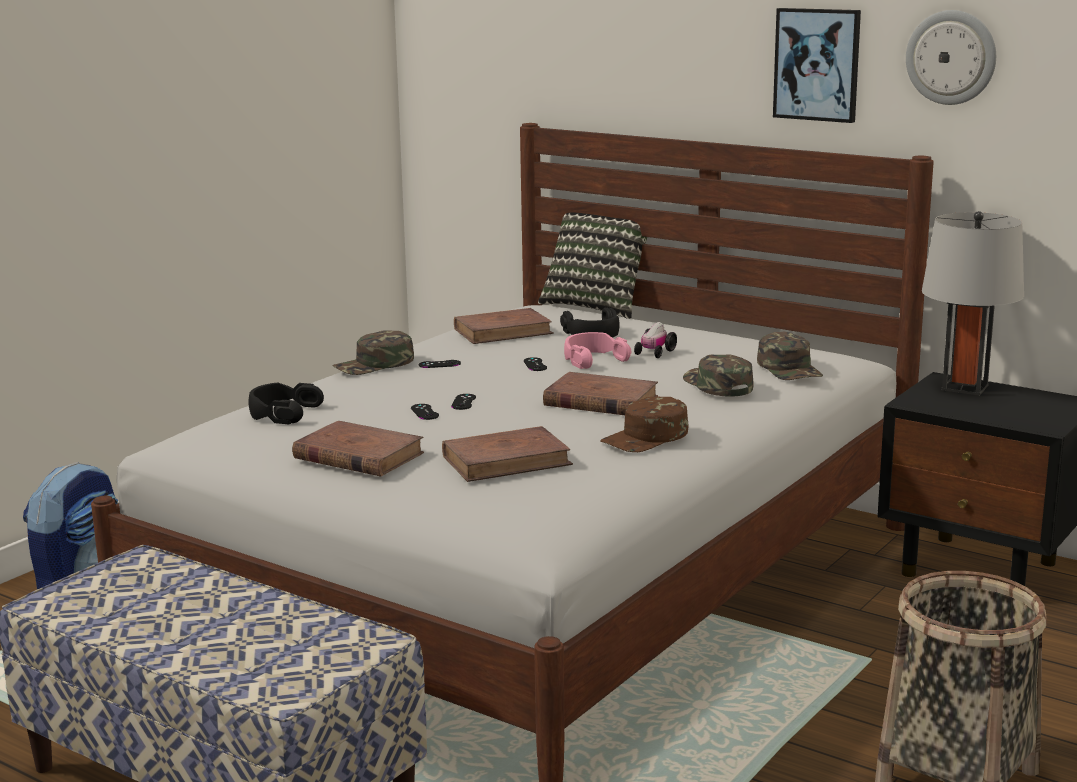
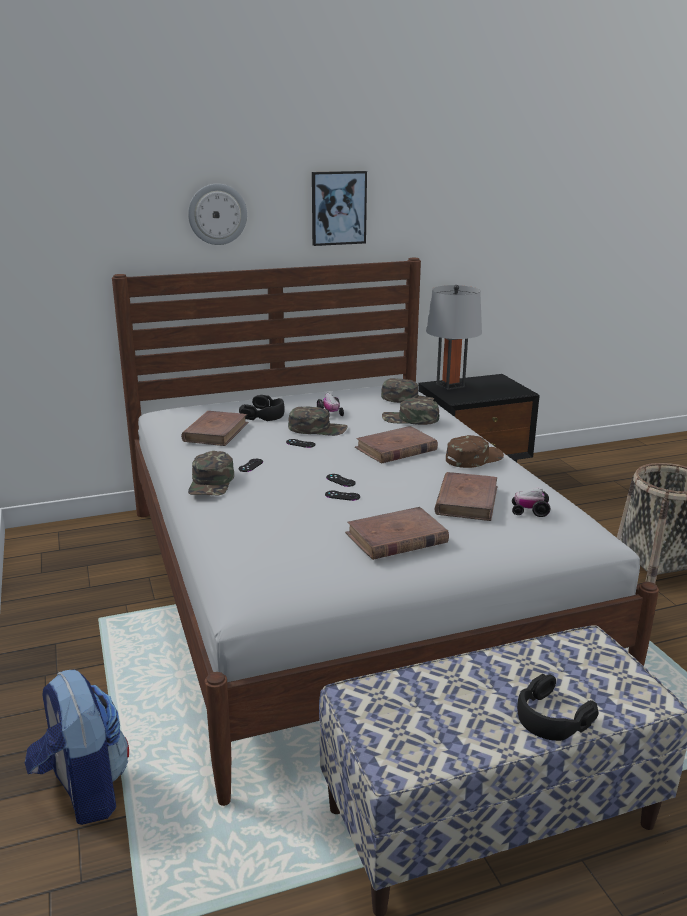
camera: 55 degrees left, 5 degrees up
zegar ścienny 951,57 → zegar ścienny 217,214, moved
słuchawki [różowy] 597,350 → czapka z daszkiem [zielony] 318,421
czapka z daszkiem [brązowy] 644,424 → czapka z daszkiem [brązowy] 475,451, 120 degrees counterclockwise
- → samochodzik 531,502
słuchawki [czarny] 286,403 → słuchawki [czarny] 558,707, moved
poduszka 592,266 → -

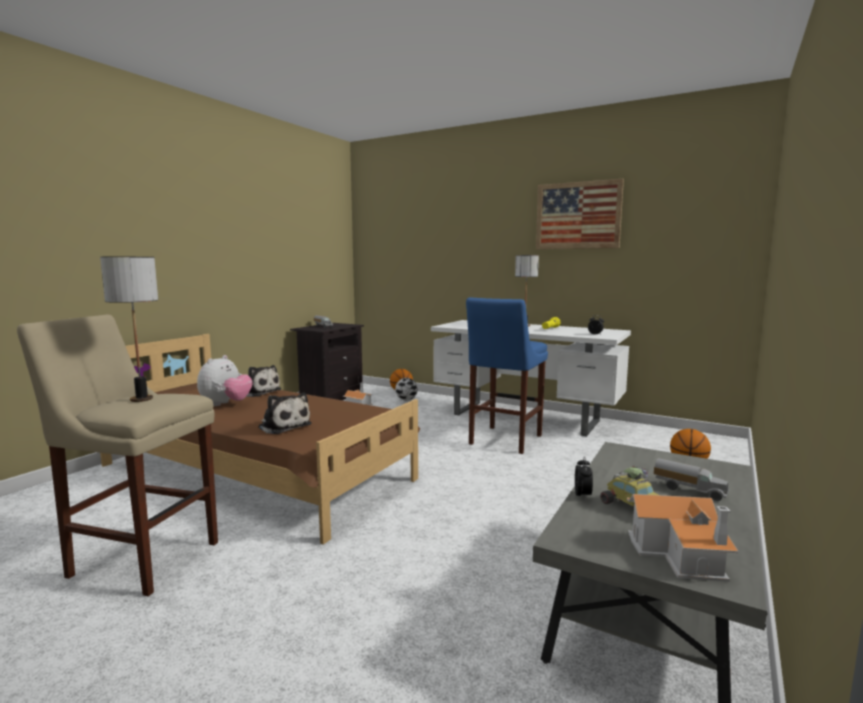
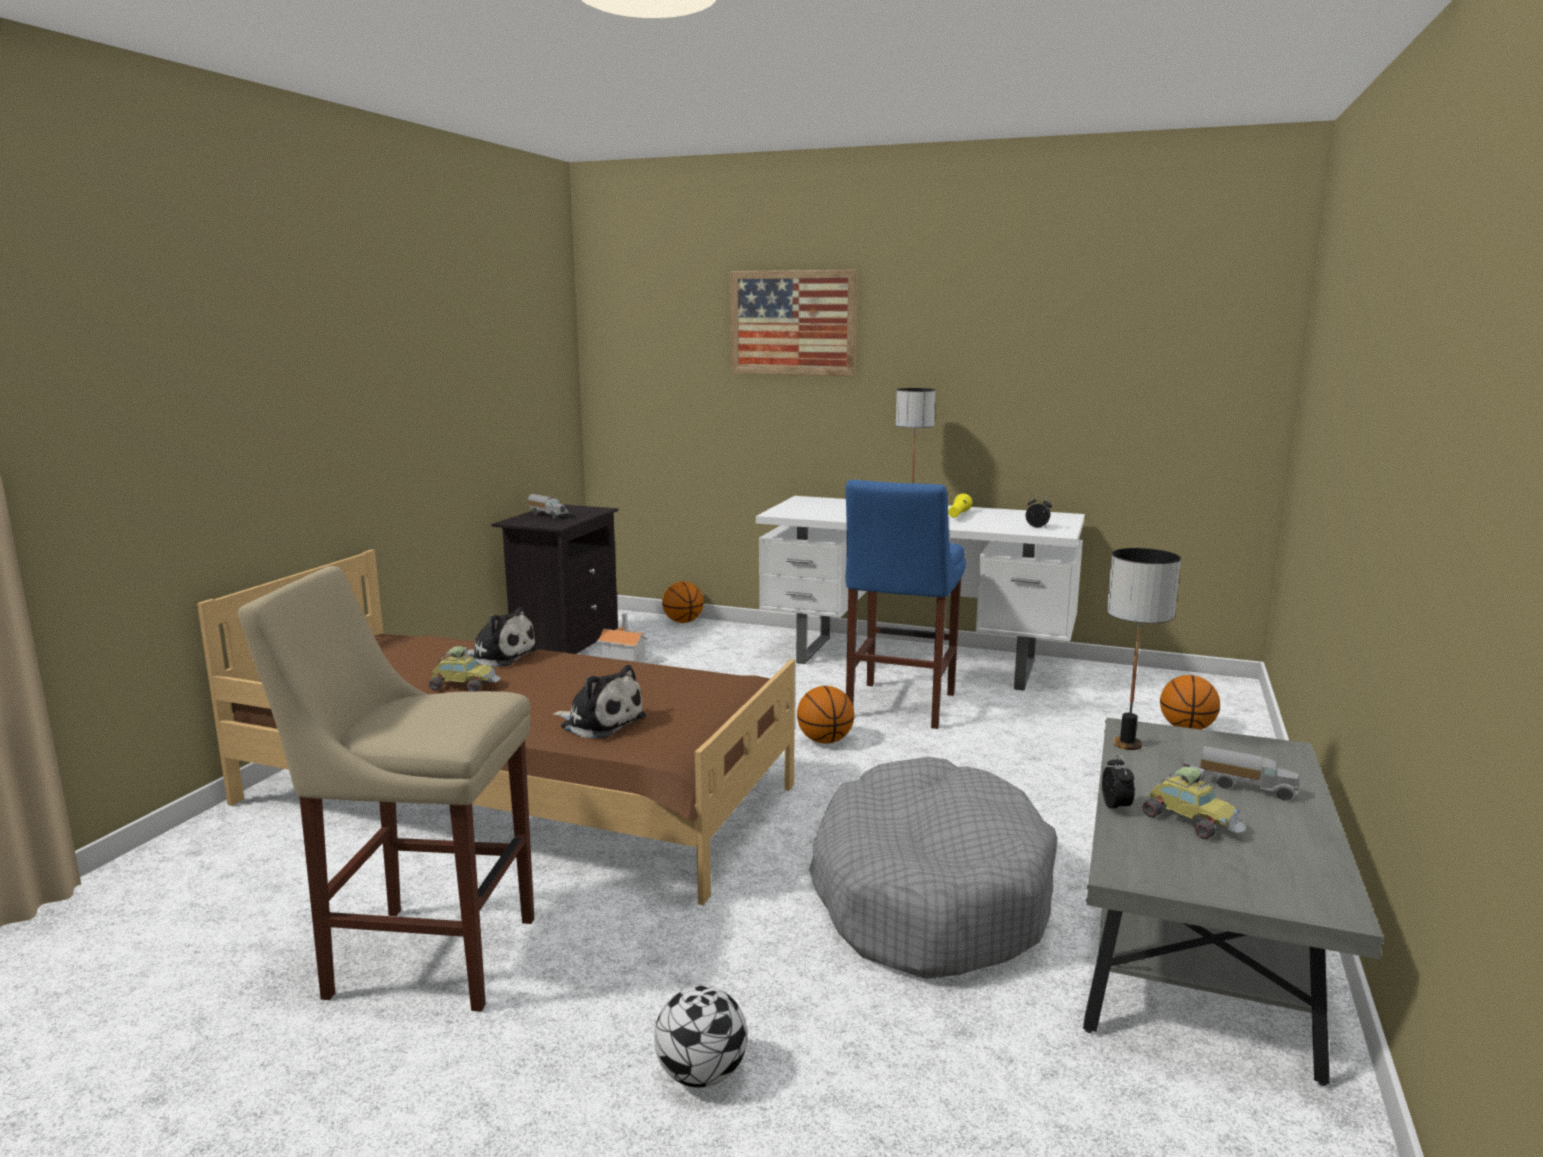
camera: 10 degrees left, 5 degrees up
pluszak 225,380 → samochodzik 464,669
piłka futbolowa 406,389 → piłka futbolowa 700,1036, moved
obraz 580,214 → obraz 793,323, moved
- → piłka do koszykówki 825,715
- → legowisko [szary] 933,868
lampa stołowa 129,329 → lampa stołowa 1144,649, moved
domek 683,538 → -

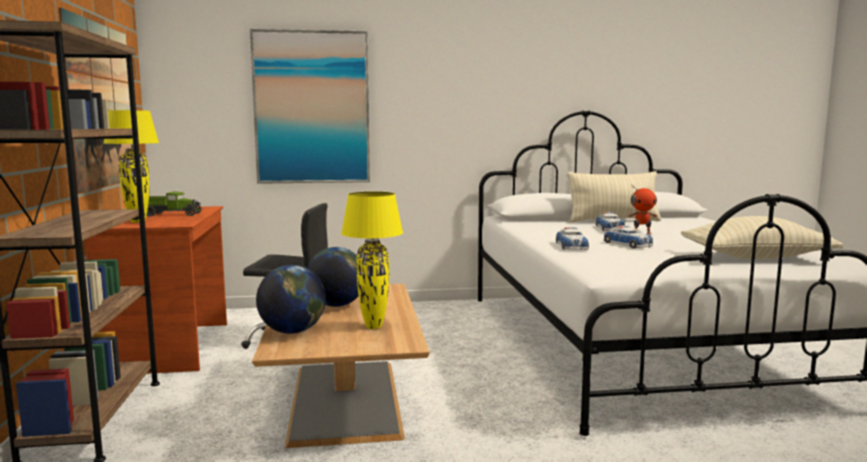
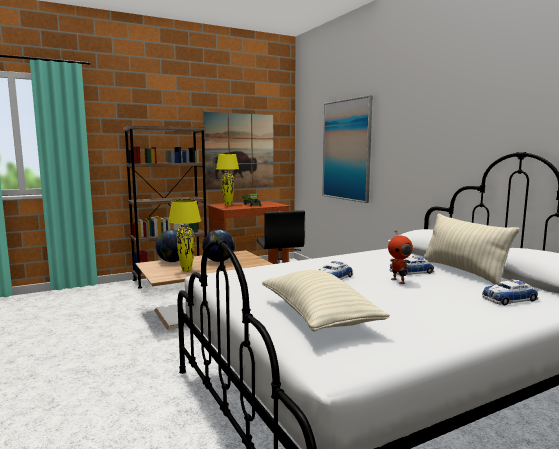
camera: 70 degrees right, 0 degrees up
samochodzik 572,238 → samochodzik 510,292, moved

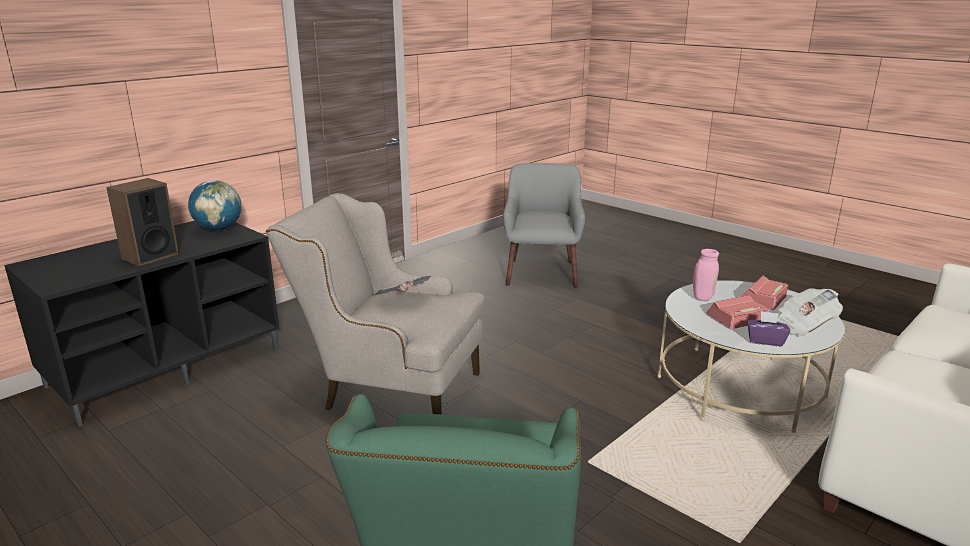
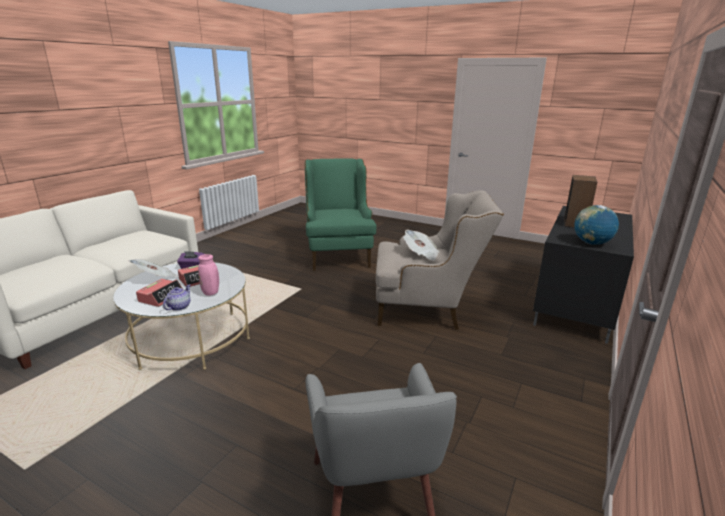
camera: 165 degrees right, 0 degrees up
- → imbryk 176,298

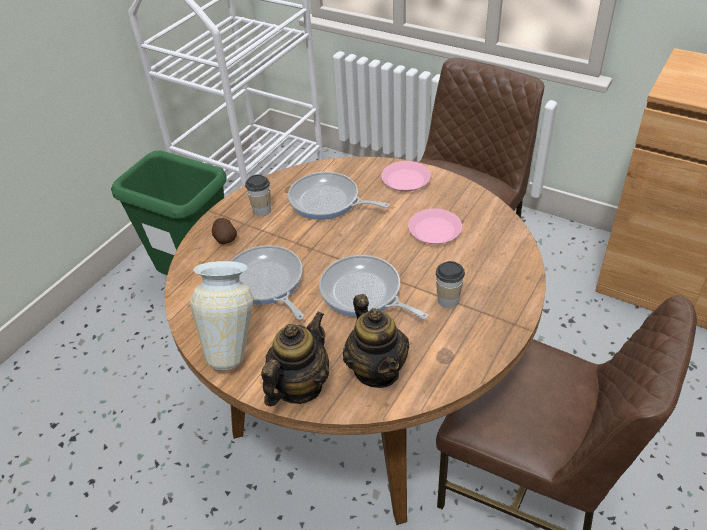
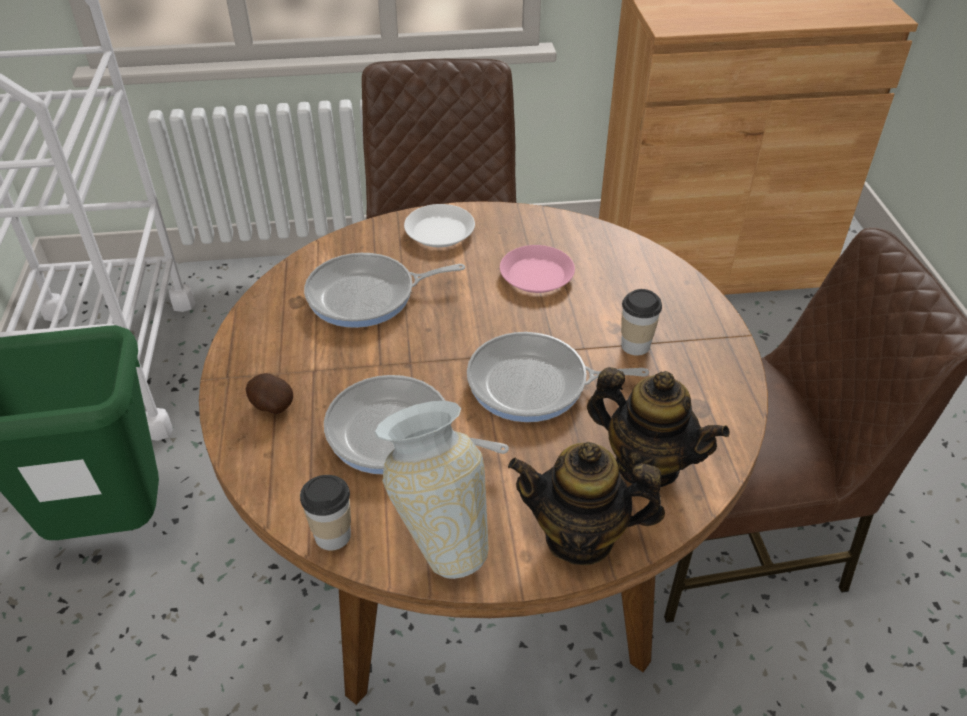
camera: 40 degrees left, 0 degrees up
filiżanka 258,195 → filiżanka 325,512, moved
talerz [różowy] 406,176 → talerz [biały] 439,225
imbryk 295,359 → imbryk 586,503, 75 degrees counterclockwise

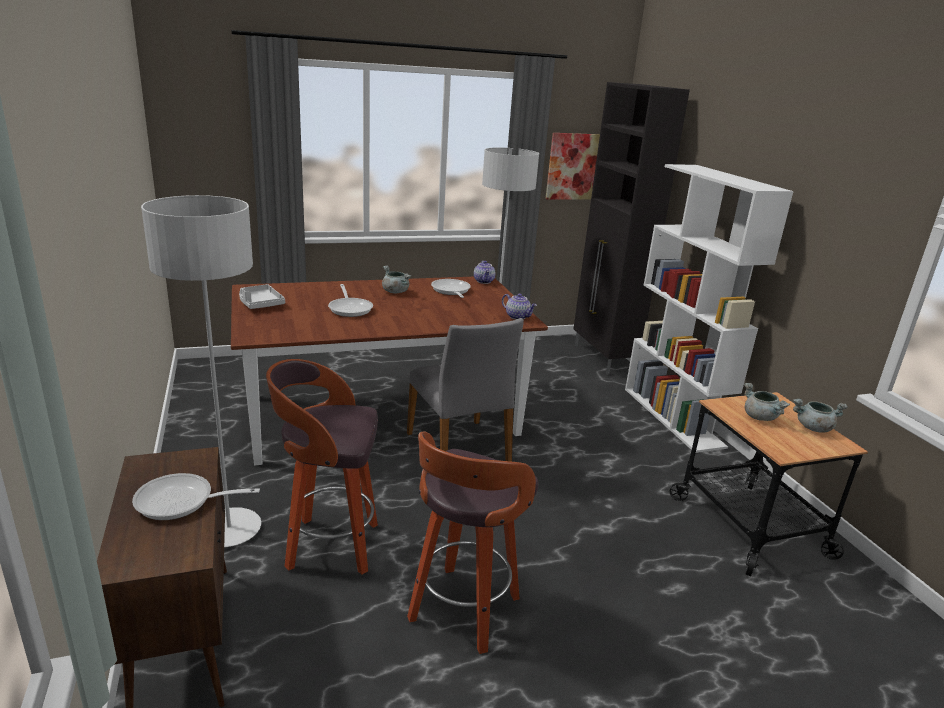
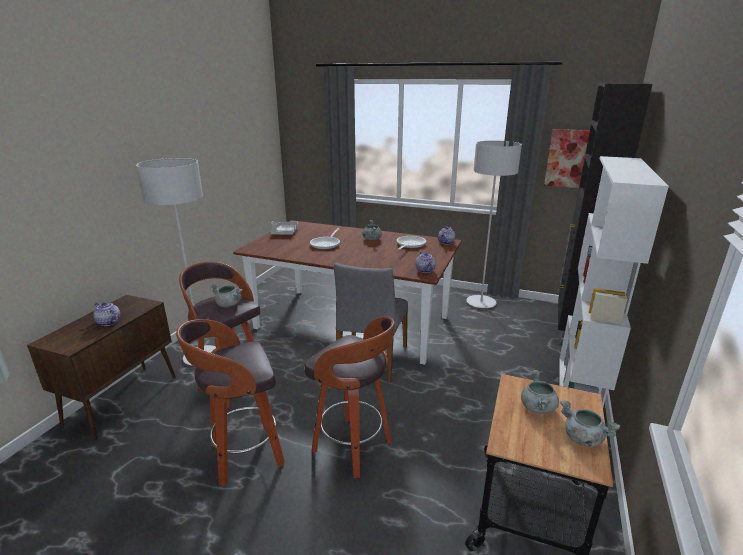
camera: 40 degrees right, 0 degrees up
patelnia 196,496 → imbryk 107,314
- → garnek [szary] 226,295
- → stołek 349,397

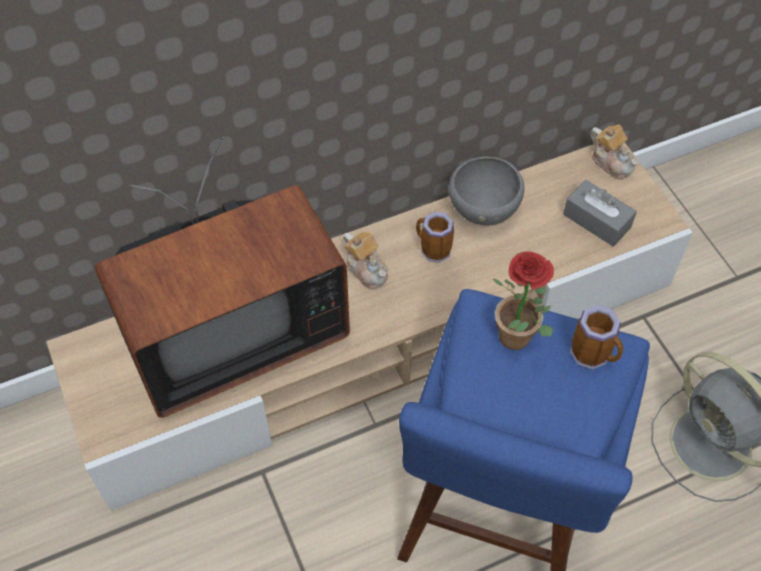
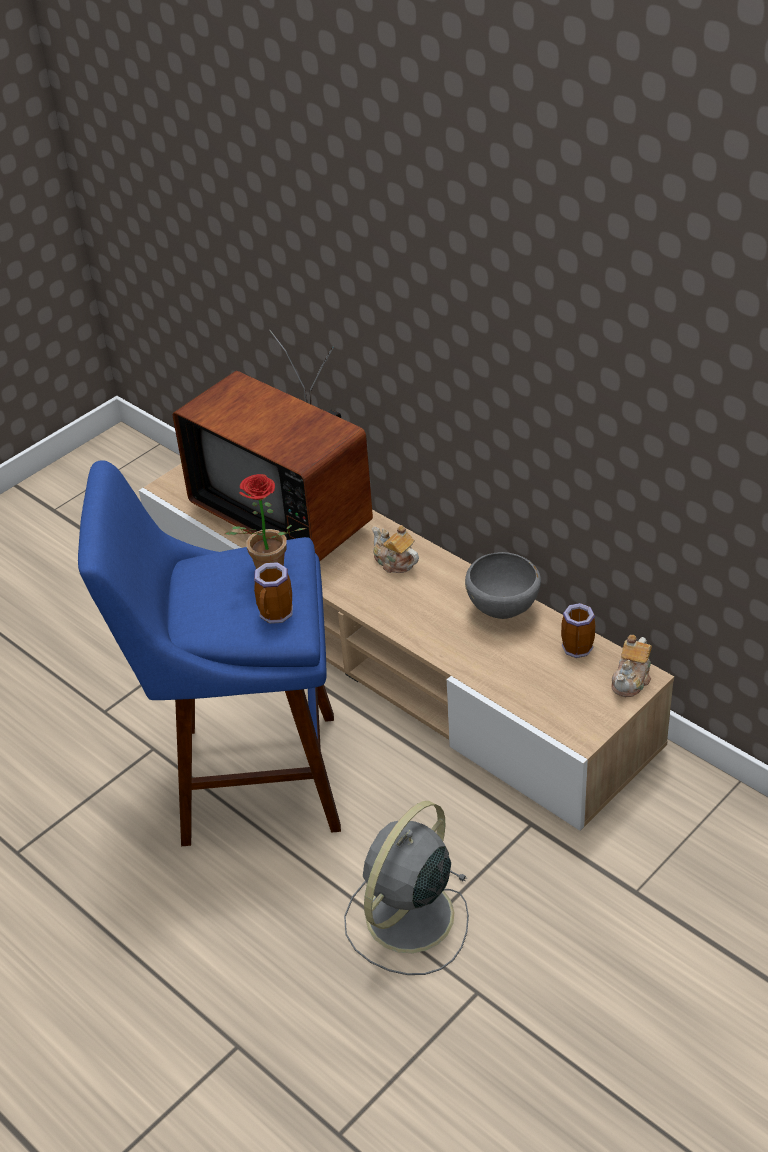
camera: 70 degrees right, 15 degrees down
imbryk 365,260 → imbryk 395,549, 105 degrees clockwise
kubek 435,237 → kubek 578,630, moved
pudełko chusteczek [szary] 600,213 → -

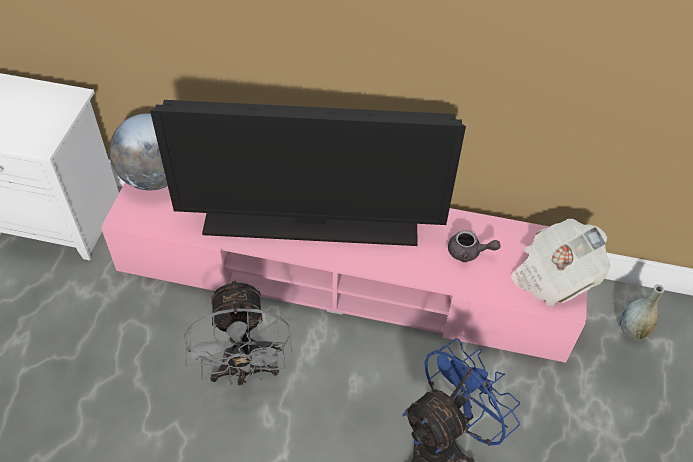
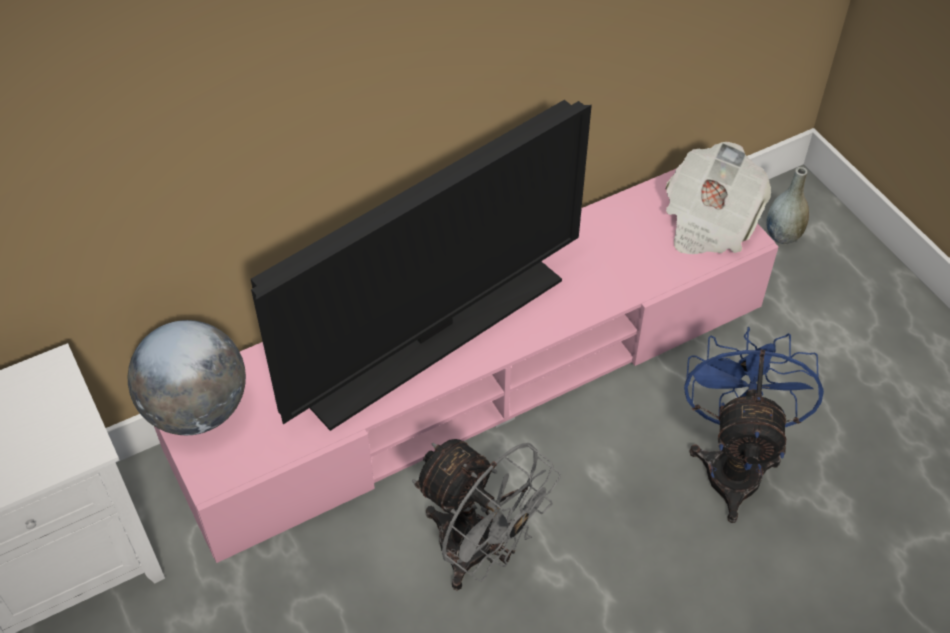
camera: 40 degrees left, 0 degrees up
imbryk [szary] 474,246 → -

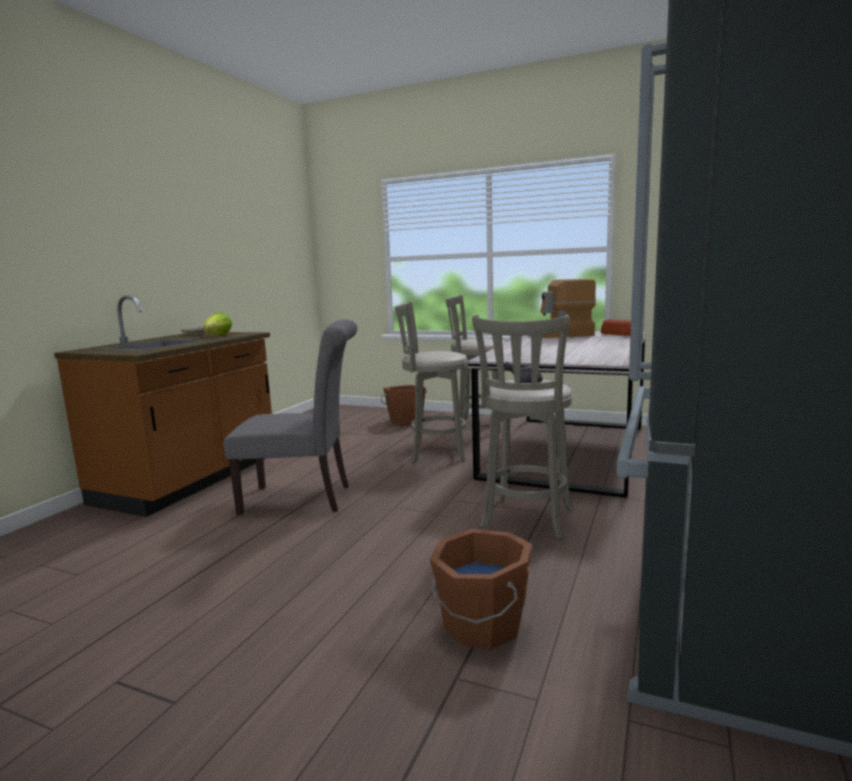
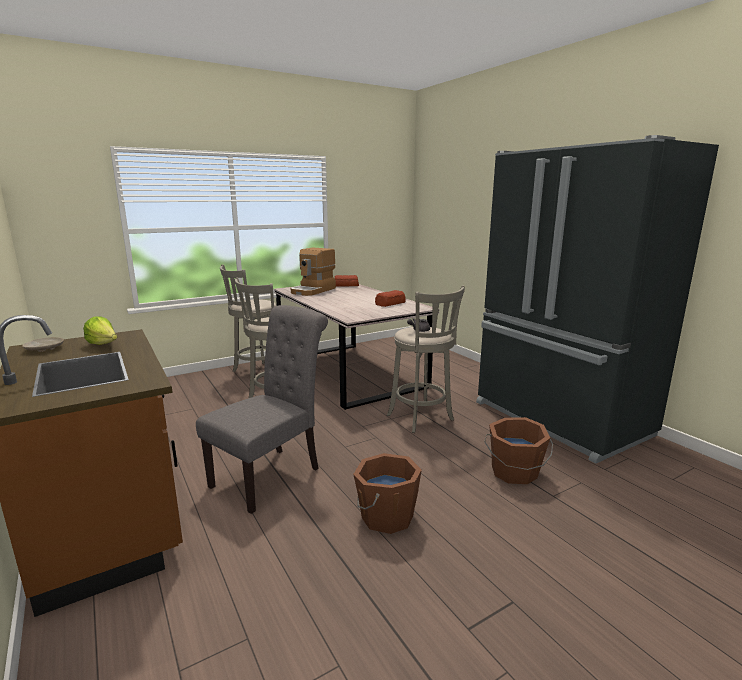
camera: 55 degrees left, 5 degrees up
wiadro [brązowy] 404,405 → wiadro [brązowy] 387,493, moved
- → chleb 390,298

